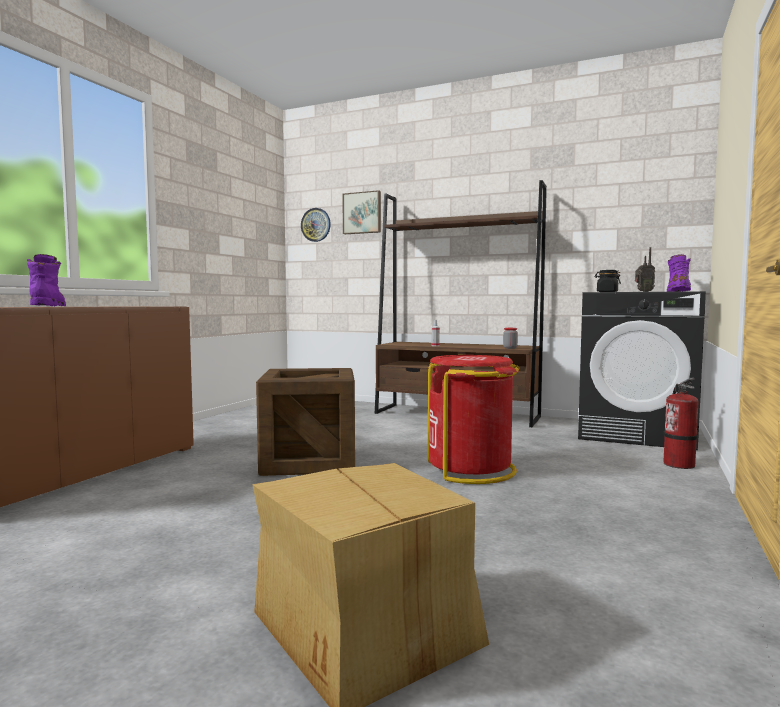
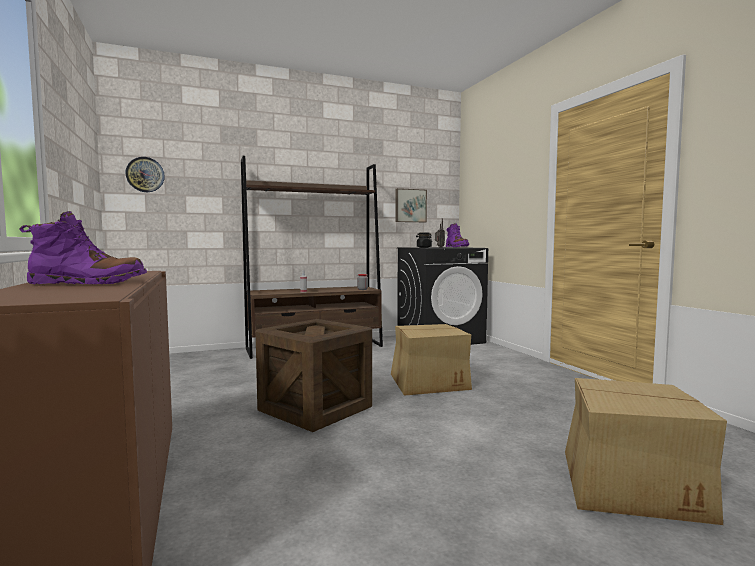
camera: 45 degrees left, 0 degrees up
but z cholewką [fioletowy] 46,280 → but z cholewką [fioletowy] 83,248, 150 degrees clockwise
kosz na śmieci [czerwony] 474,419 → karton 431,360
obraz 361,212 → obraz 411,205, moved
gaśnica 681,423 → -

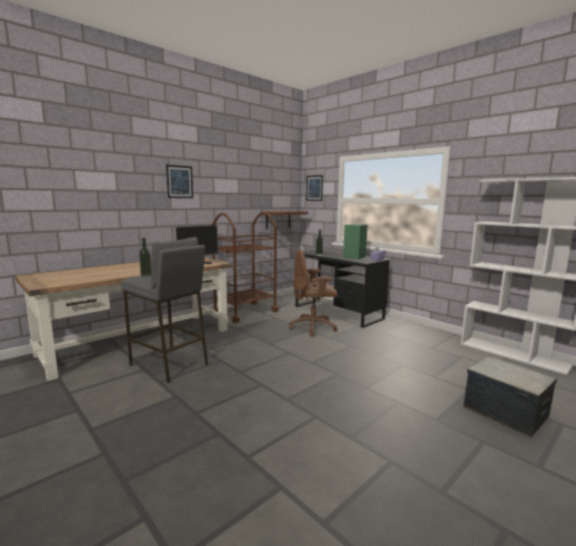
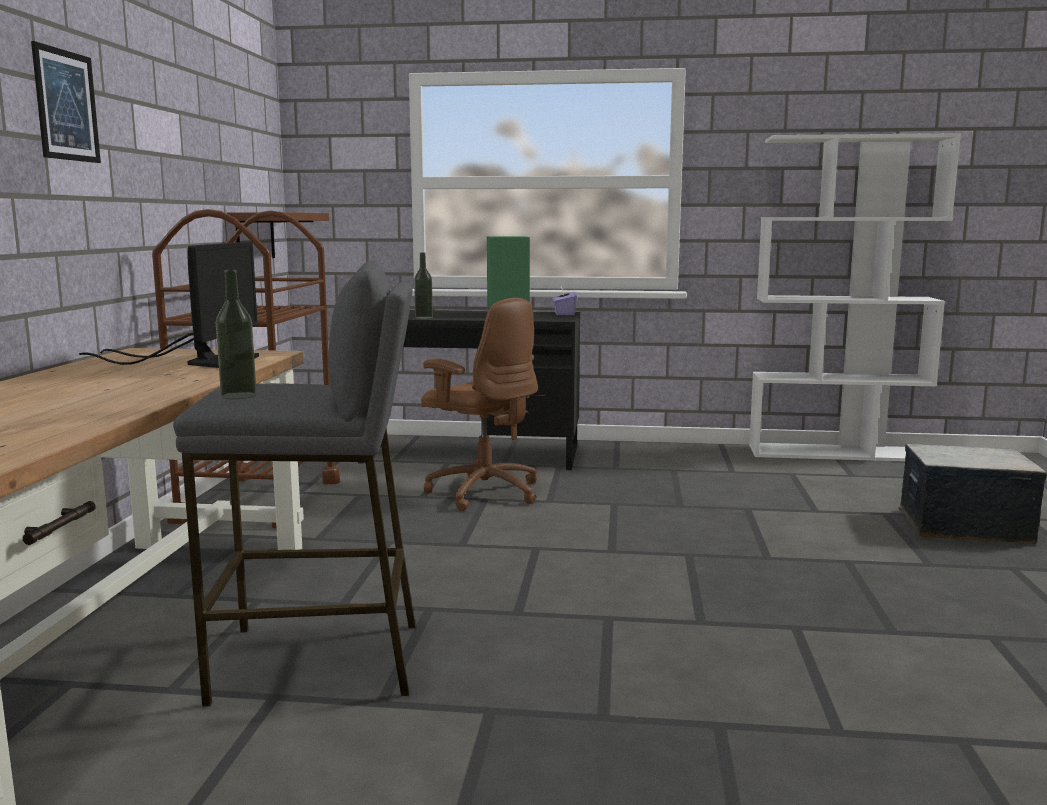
camera: 40 degrees left, 0 degrees up
krzesło biurowe [brązowy] 313,293 → krzesło biurowe [brązowy] 479,404, 90 degrees counterclockwise
obraz 314,188 → -

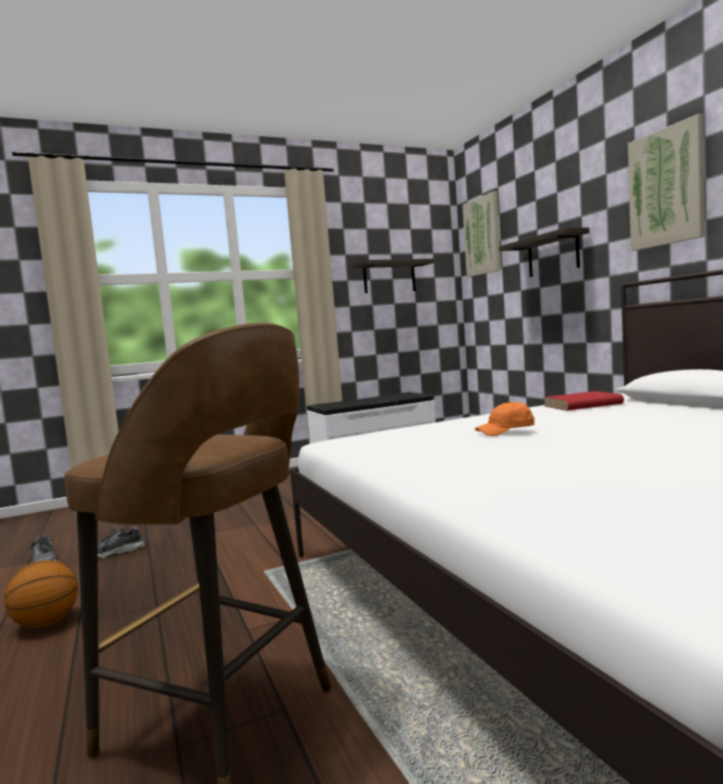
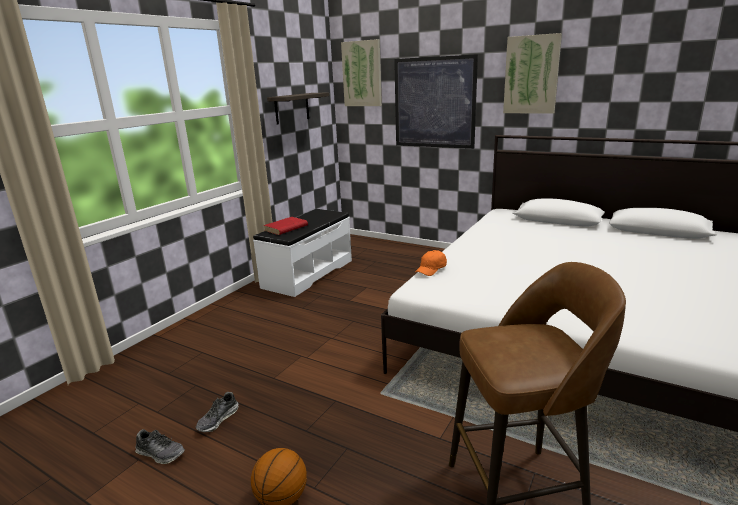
camera: 35 degrees left, 15 degrees up
książka [czerwony] 584,401 → książka [czerwony] 285,226, moved
półka 544,252 → obraz 436,101
czapka z daszkiem [pomarańczowy] 504,418 → czapka z daszkiem [pomarańczowy] 431,263, moved

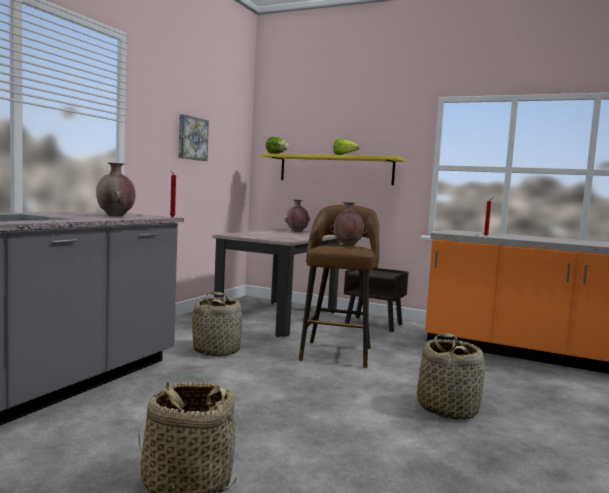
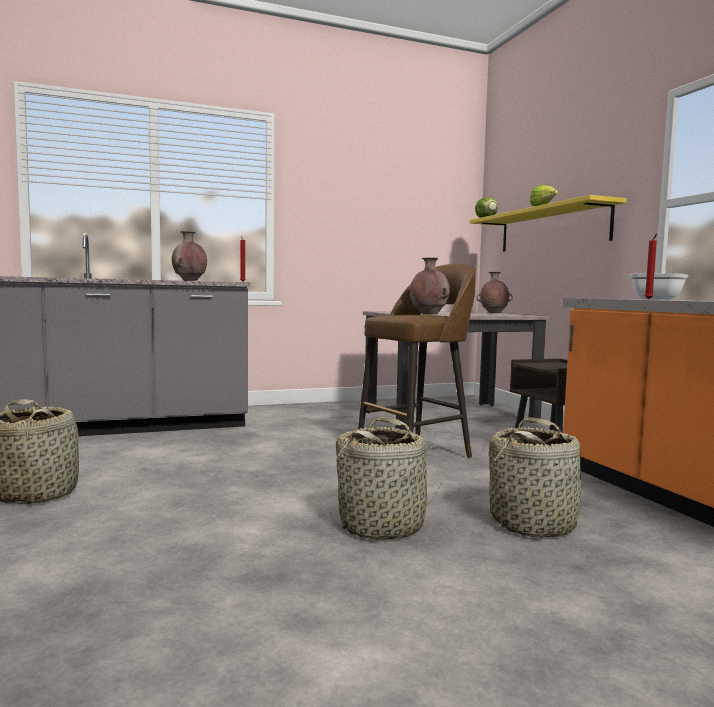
camera: 45 degrees right, 0 degrees up
koszyk 217,324 → koszyk 536,477, moved
- → patelnia 658,287
obraz 193,137 → -

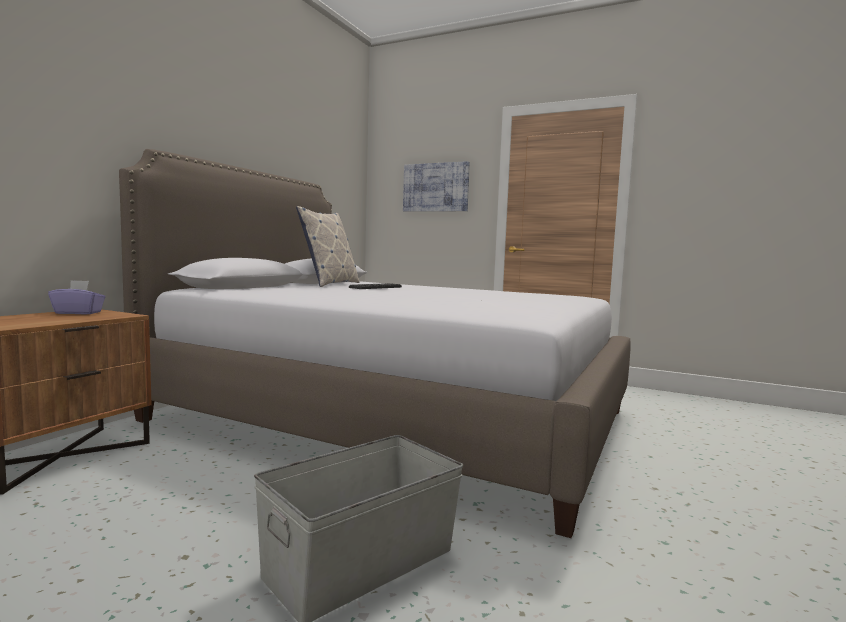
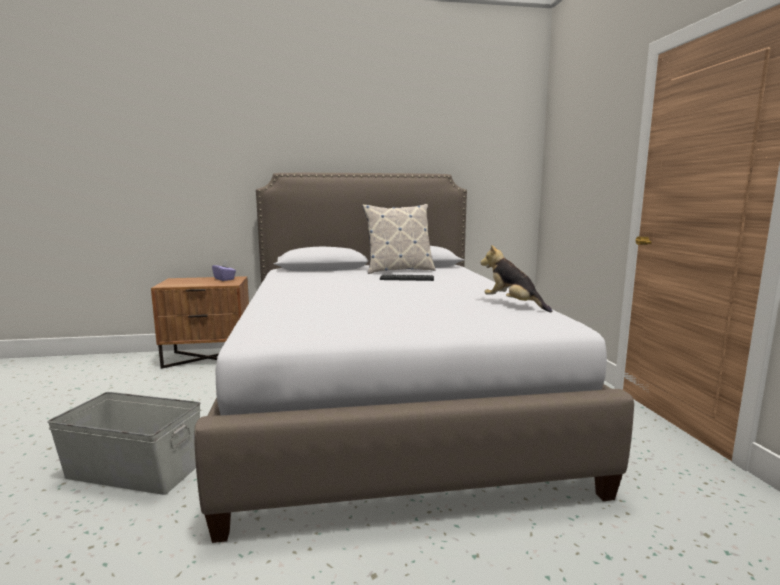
camera: 55 degrees right, 5 degrees up
- → pluszak 516,278
obraz 436,186 → -

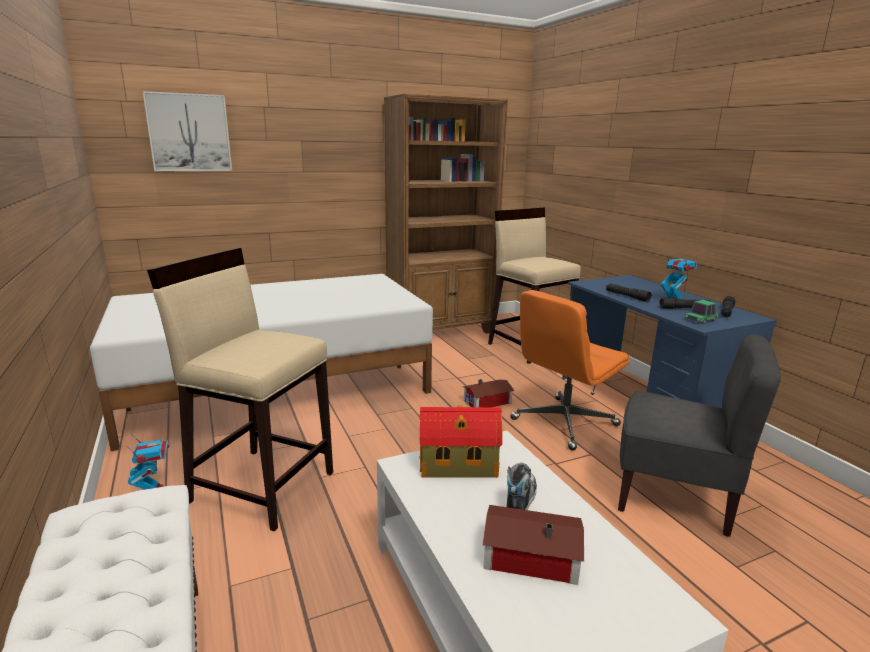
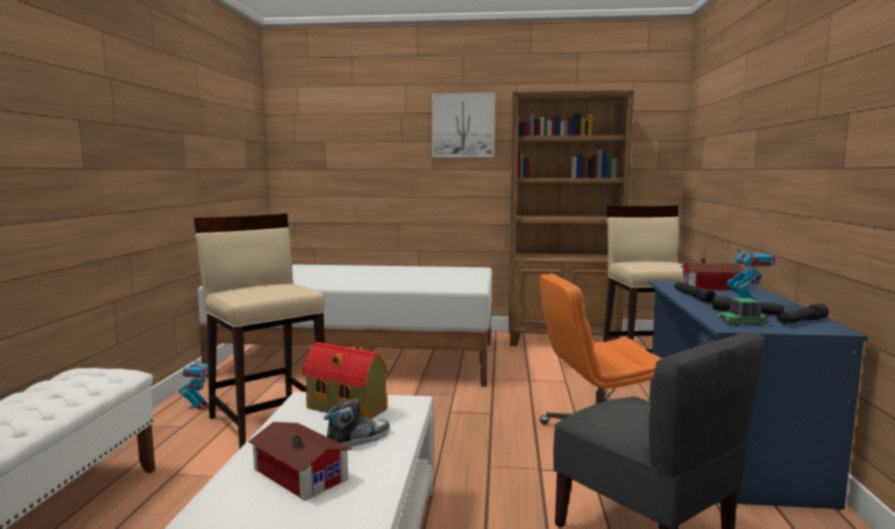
camera: 30 degrees right, 10 degrees down
obraz 187,131 → obraz 463,125, moved
domek 489,393 → domek 712,274, moved

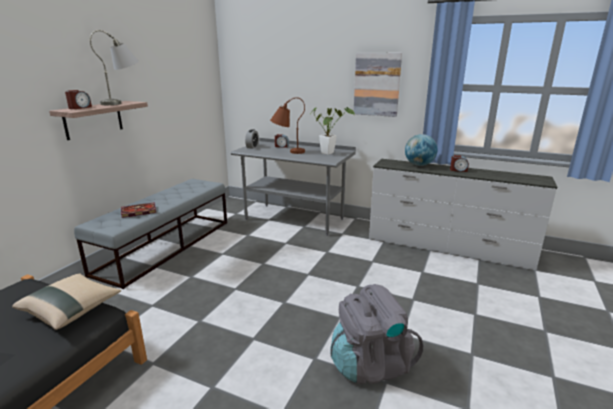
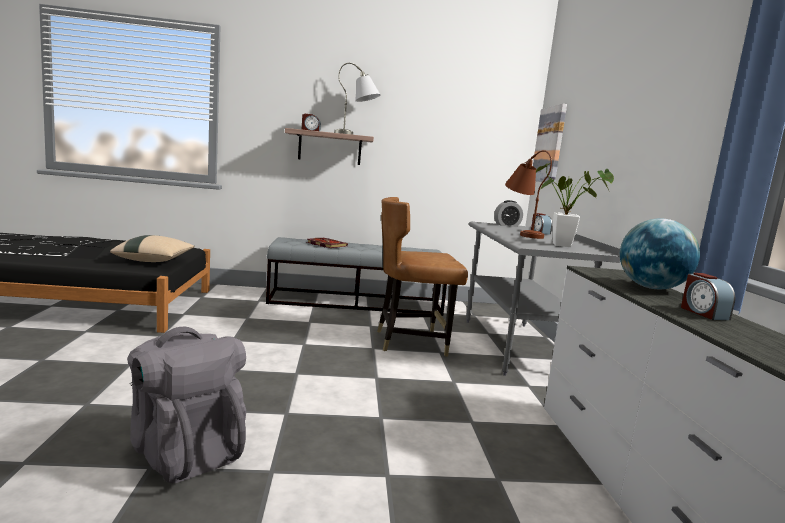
camera: 60 degrees right, 10 degrees down
- → krzesło [brązowy] 422,277
obraz 378,85 → obraz 550,144, moved

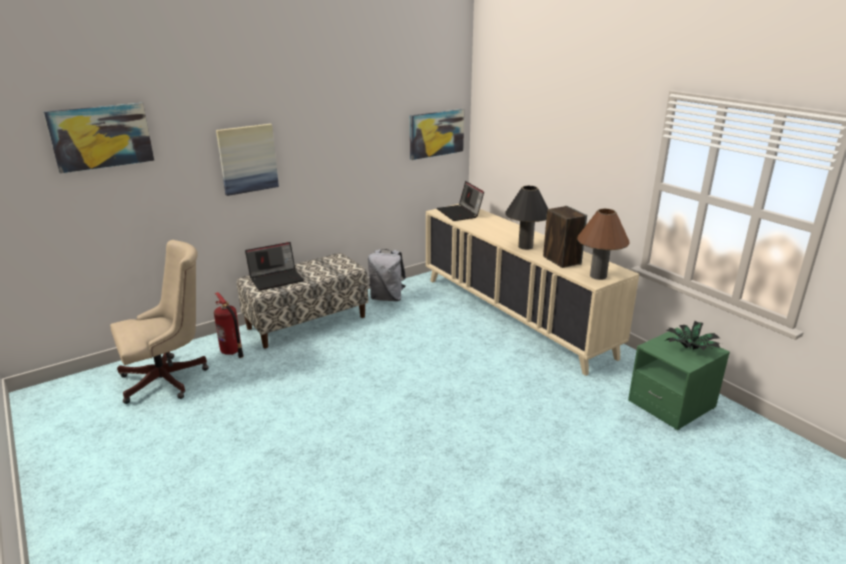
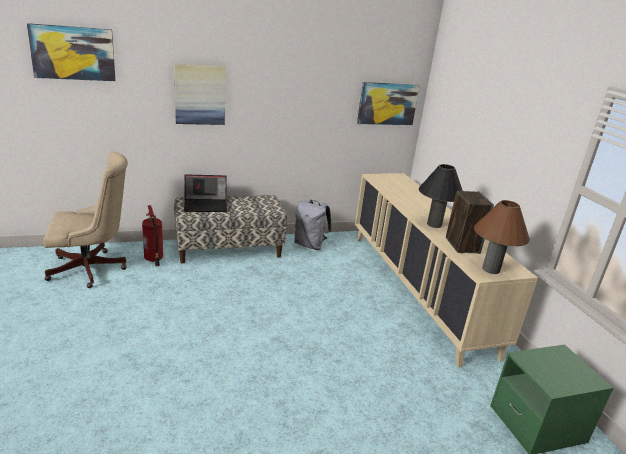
camera: 15 degrees right, 0 degrees up
laptop 460,201 → -
roślina doniczkowa 693,335 → -

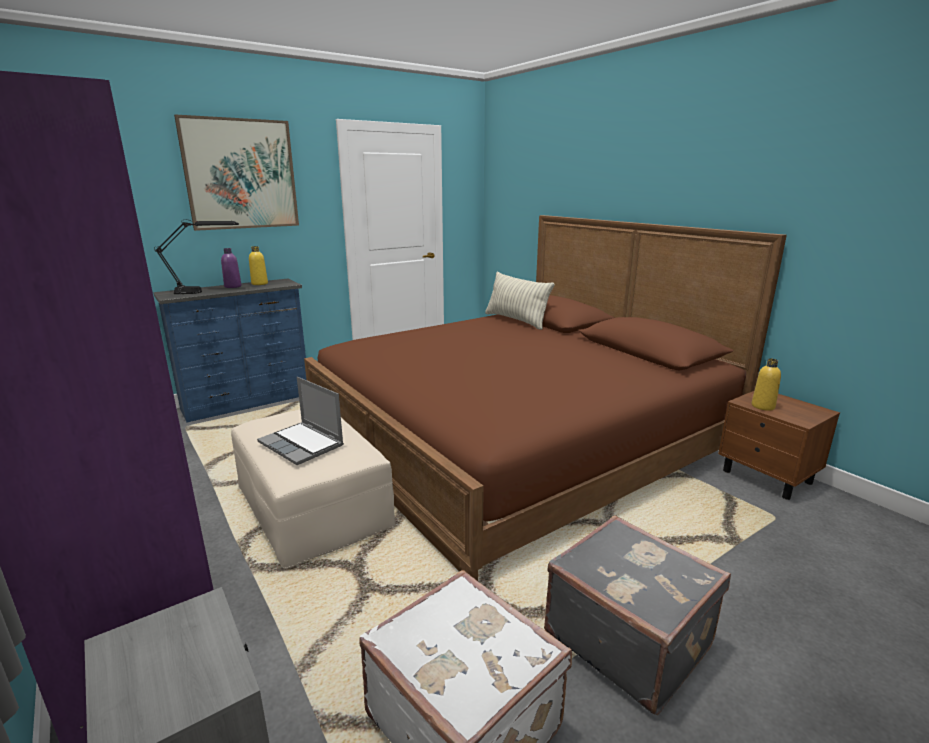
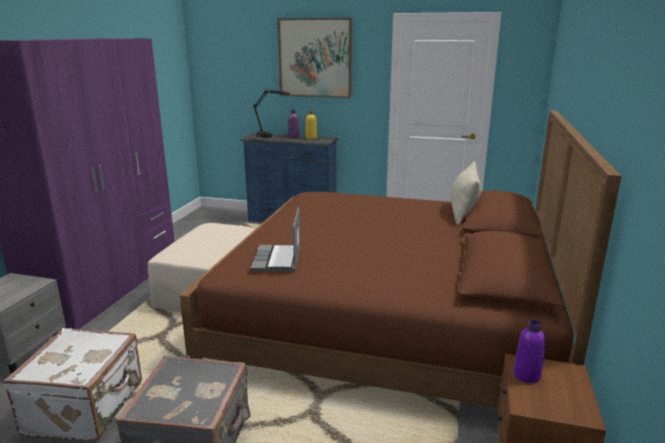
camera: 50 degrees right, 0 degrees up
laptop 300,421 → laptop 275,239, moved
butelka [żółty] 766,384 → butelka [fioletowy] 529,351

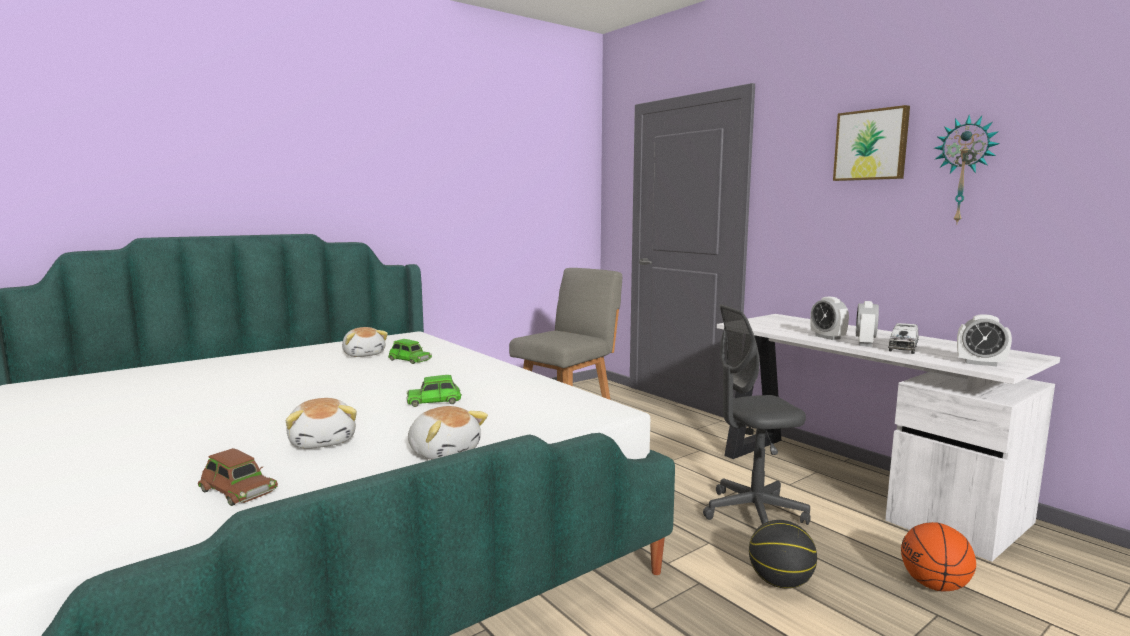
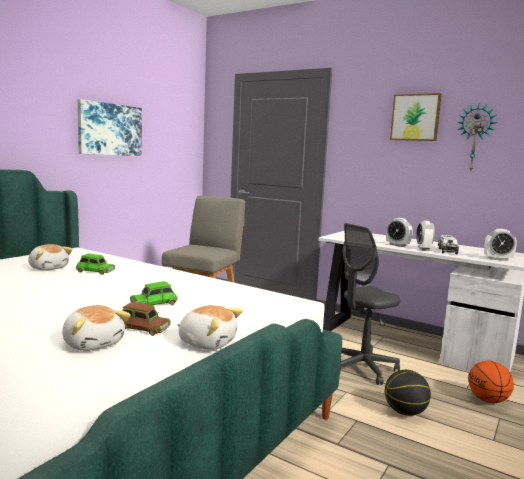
camera: 20 degrees left, 0 degrees up
- → obraz 110,127
samochodzik [brązowy] 238,477 → samochodzik [brązowy] 146,319, moved

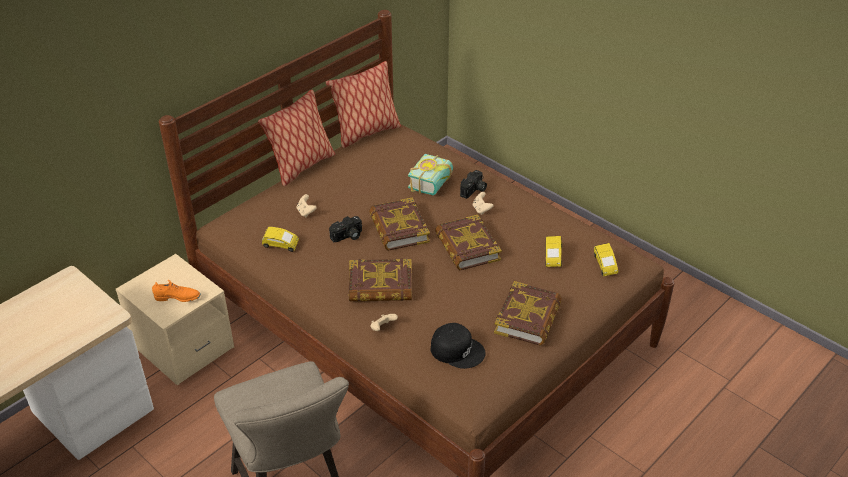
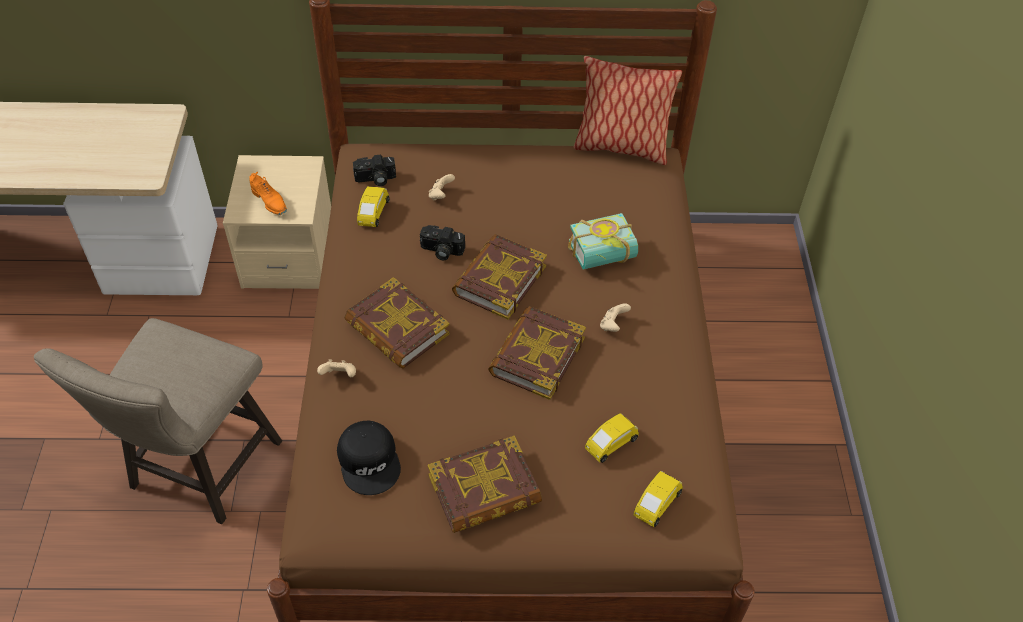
camera: 45 degrees right, 10 degrees up
aparat fotograficzny 473,184 → aparat fotograficzny 374,170, moved
samochodzik [żółty] 280,239 → samochodzik [żółty] 373,206, 45 degrees clockwise
poduszka 296,138 → -

